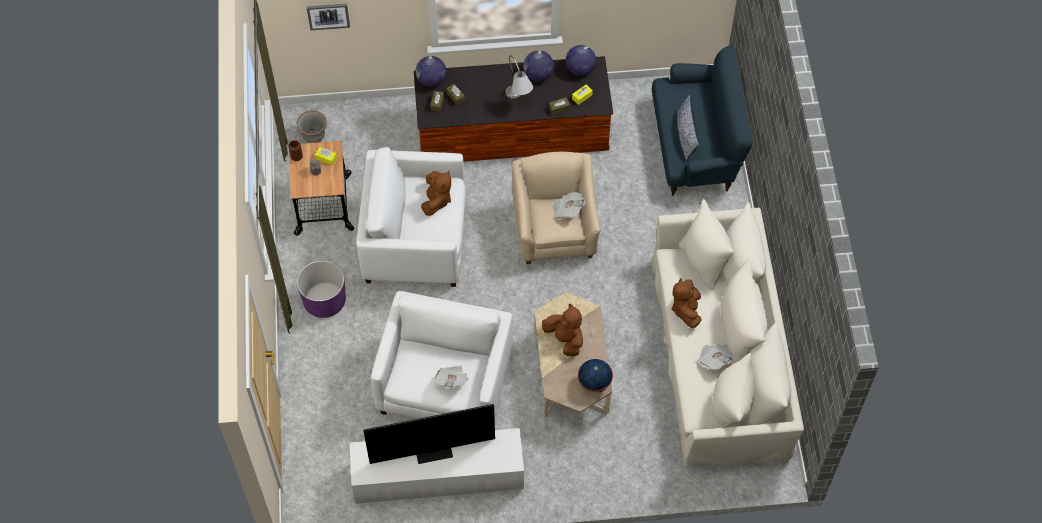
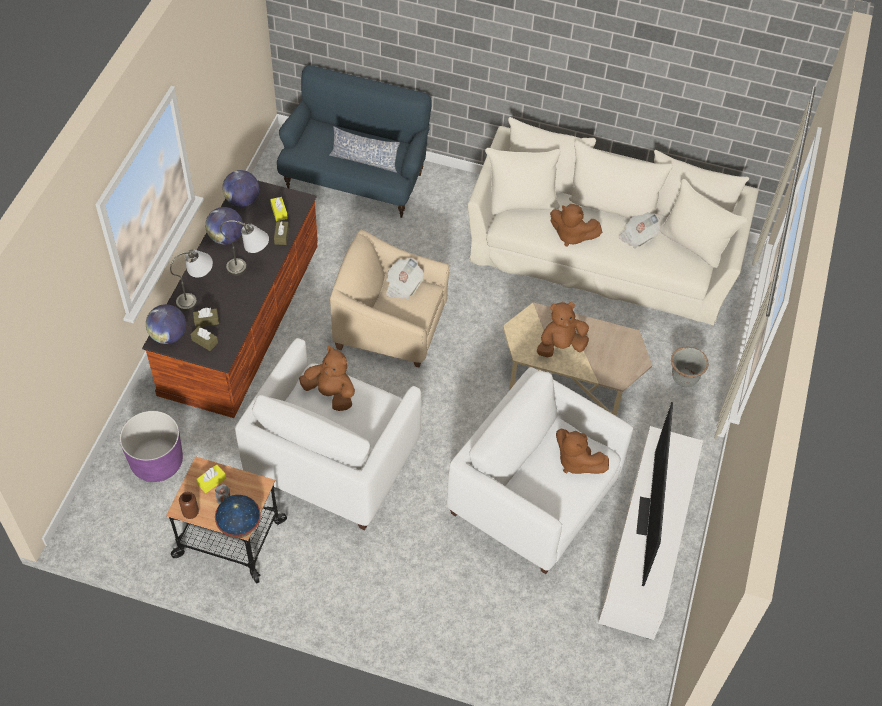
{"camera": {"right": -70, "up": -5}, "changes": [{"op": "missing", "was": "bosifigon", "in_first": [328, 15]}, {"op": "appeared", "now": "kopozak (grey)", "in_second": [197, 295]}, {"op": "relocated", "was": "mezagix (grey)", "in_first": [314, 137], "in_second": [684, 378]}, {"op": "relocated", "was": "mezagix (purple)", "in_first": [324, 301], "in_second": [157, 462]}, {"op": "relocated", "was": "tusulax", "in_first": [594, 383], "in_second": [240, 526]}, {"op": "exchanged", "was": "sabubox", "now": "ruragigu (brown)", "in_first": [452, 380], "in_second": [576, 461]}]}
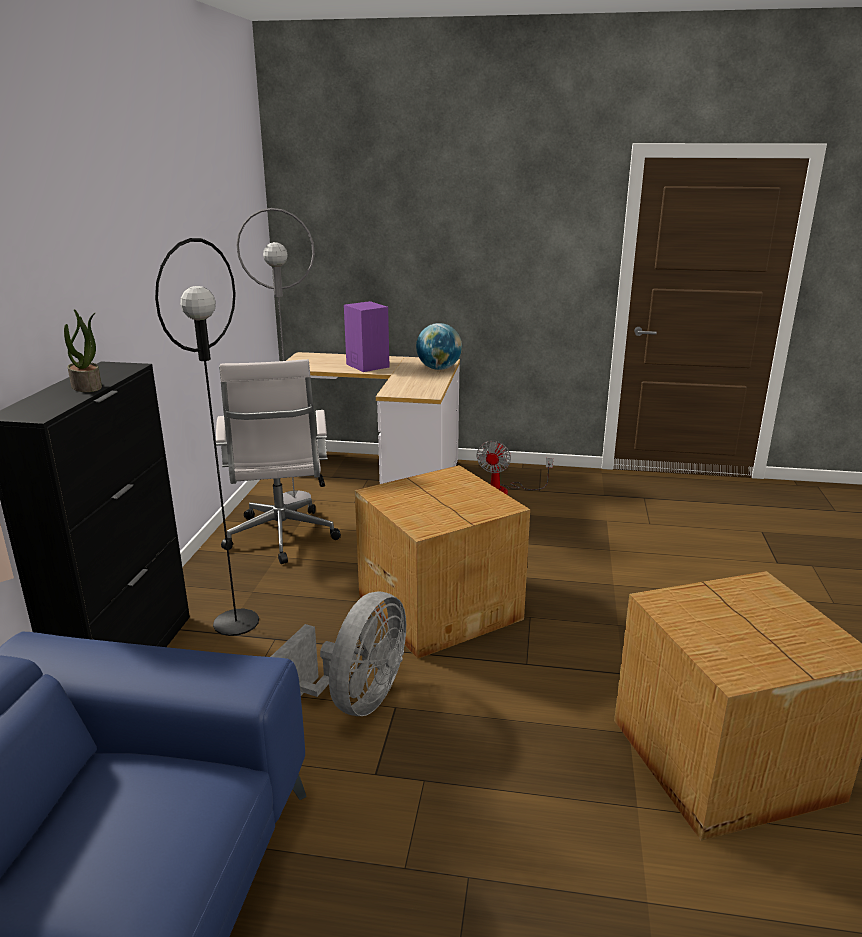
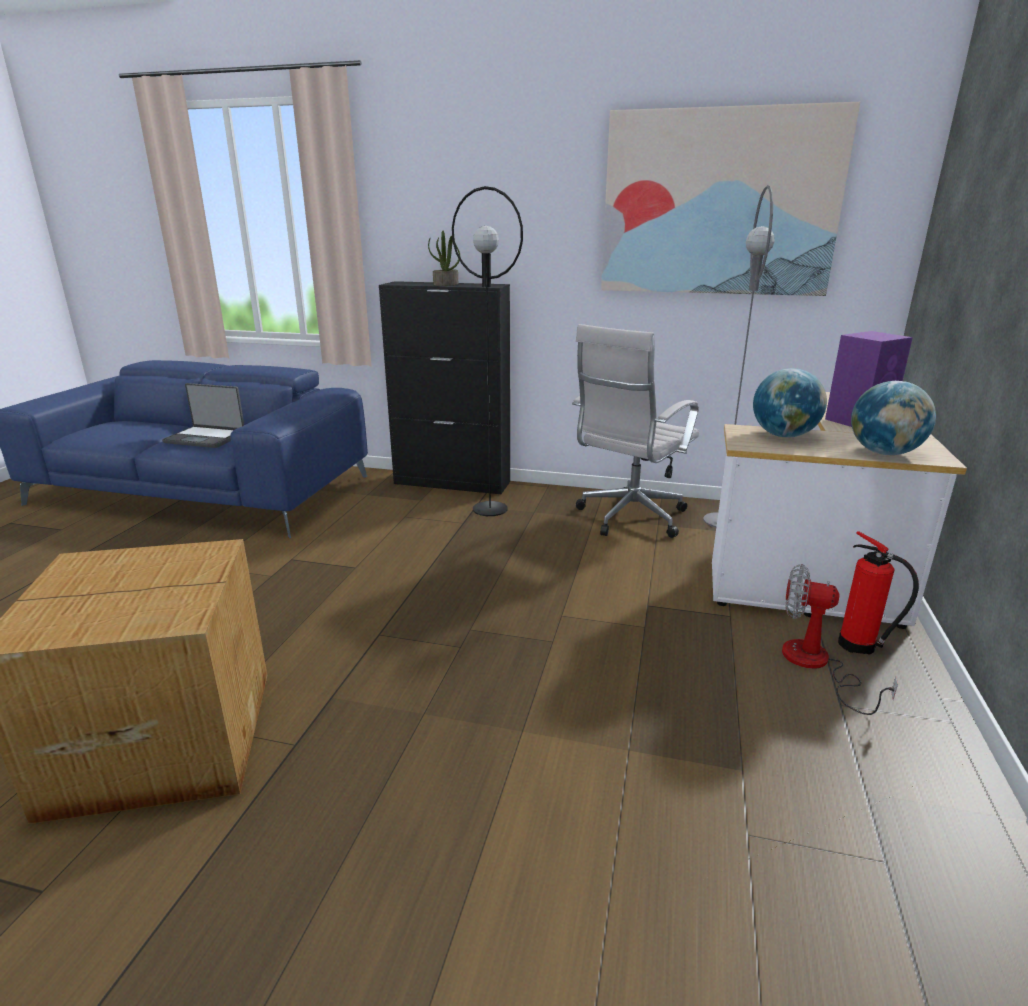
{"camera": {"right": 95, "up": 0}, "changes": [{"op": "missing", "was": "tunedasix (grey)", "in_first": [355, 700]}, {"op": "missing", "was": "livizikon", "in_first": [440, 606]}, {"op": "appeared", "now": "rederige", "in_second": [206, 438]}, {"op": "appeared", "now": "bosifigon", "in_second": [719, 204]}, {"op": "appeared", "now": "tusulax", "in_second": [784, 436]}, {"op": "appeared", "now": "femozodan", "in_second": [860, 646]}, {"op": "spun", "was": "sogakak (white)", "in_first": [281, 539], "in_second": [628, 518], "clockwise": -45}]}
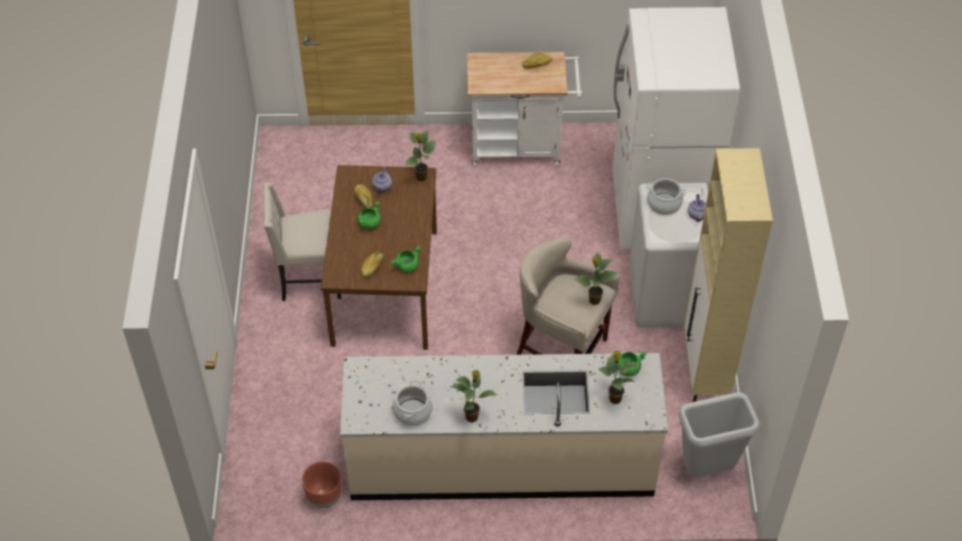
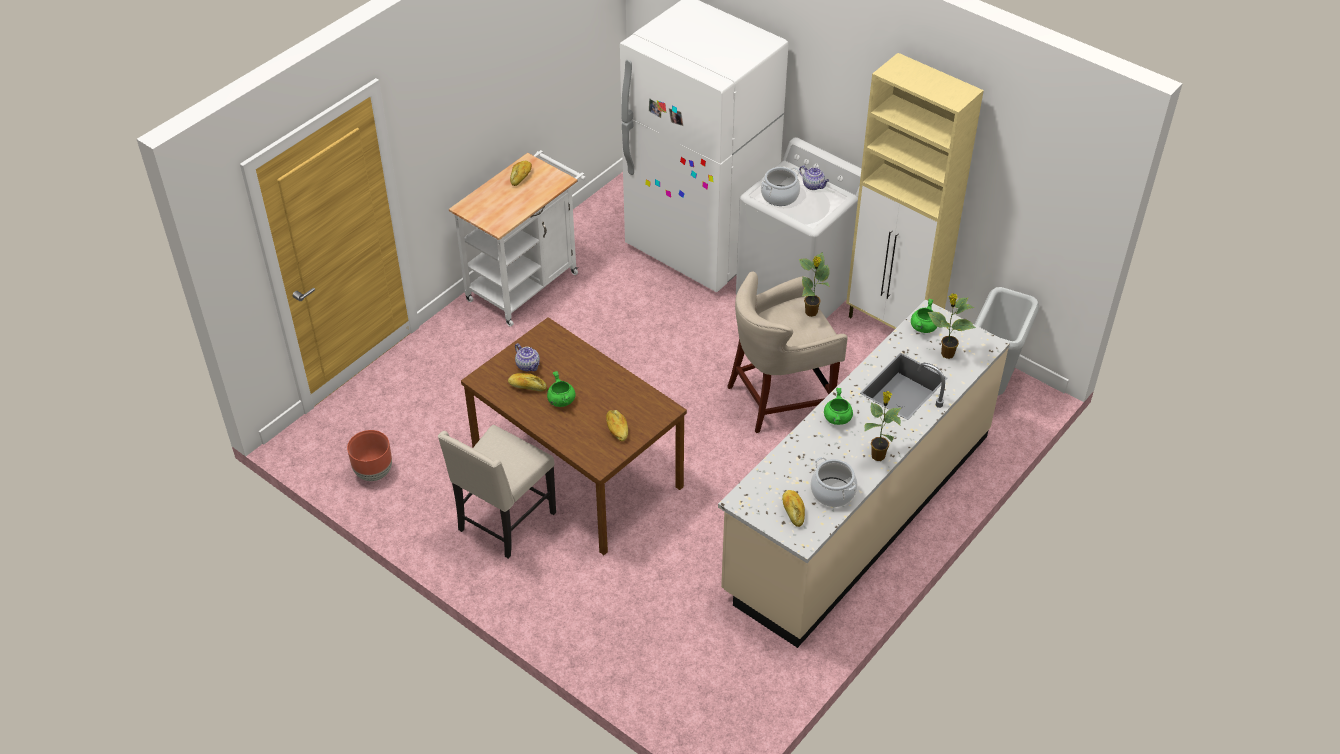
{"camera": {"right": -50, "up": -5}, "changes": [{"op": "missing", "was": "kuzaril", "in_first": [421, 178]}, {"op": "appeared", "now": "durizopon", "in_second": [793, 511]}, {"op": "relocated", "was": "mezagix (brown)", "in_first": [324, 497], "in_second": [373, 473]}, {"op": "relocated", "was": "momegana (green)", "in_first": [407, 267], "in_second": [838, 419]}]}
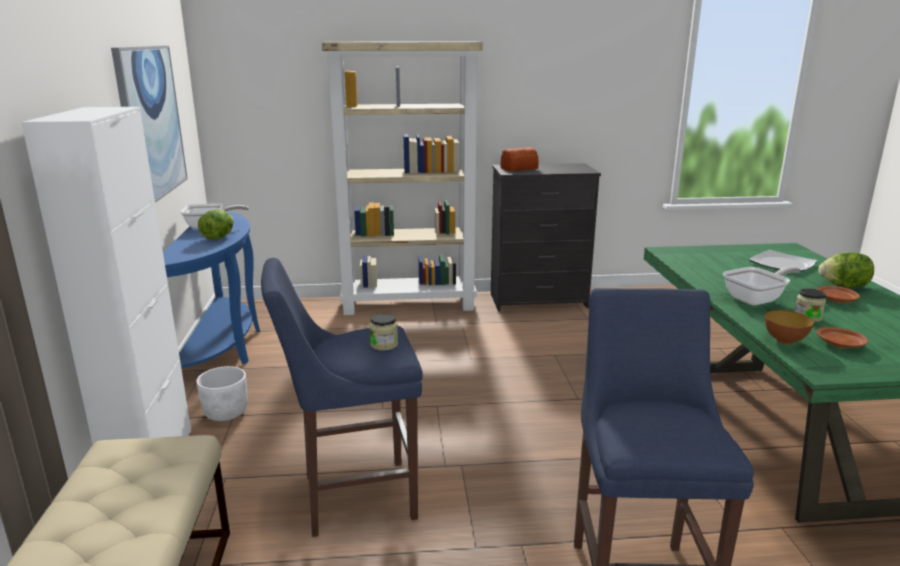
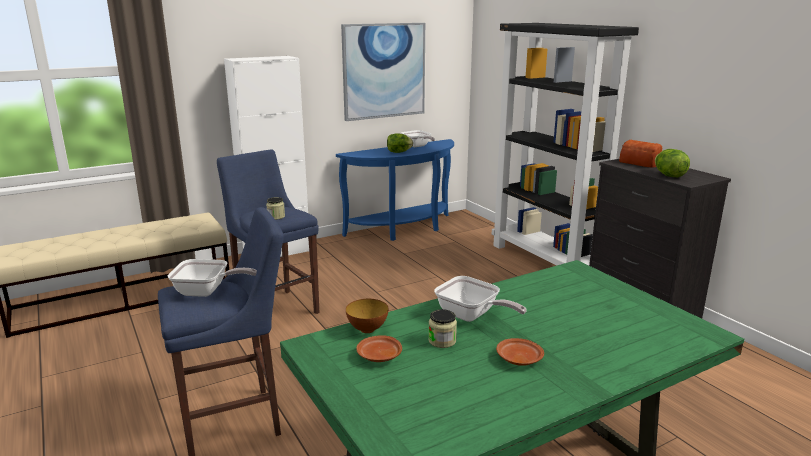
{"camera": {"right": 65, "up": 0}, "changes": [{"op": "missing", "was": "mezagix (white)", "in_first": [226, 412]}, {"op": "missing", "was": "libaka", "in_first": [781, 264]}, {"op": "appeared", "now": "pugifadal", "in_second": [207, 292]}, {"op": "relocated", "was": "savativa", "in_first": [843, 286], "in_second": [669, 175]}, {"op": "colour", "was": "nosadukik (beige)", "now": "nosadukik (black)", "in_first": [409, 304], "in_second": [545, 261]}]}
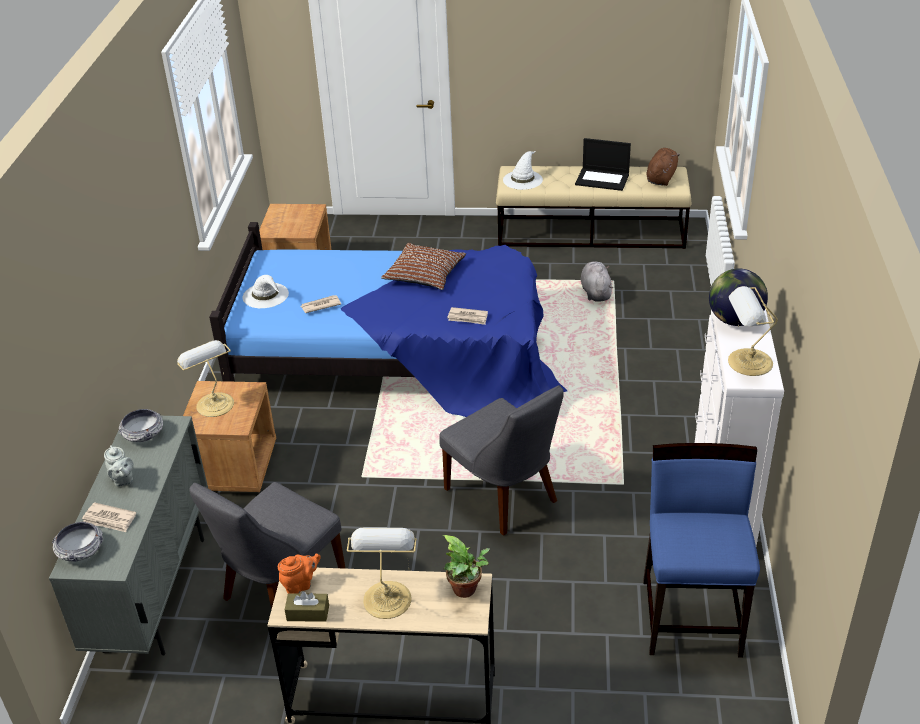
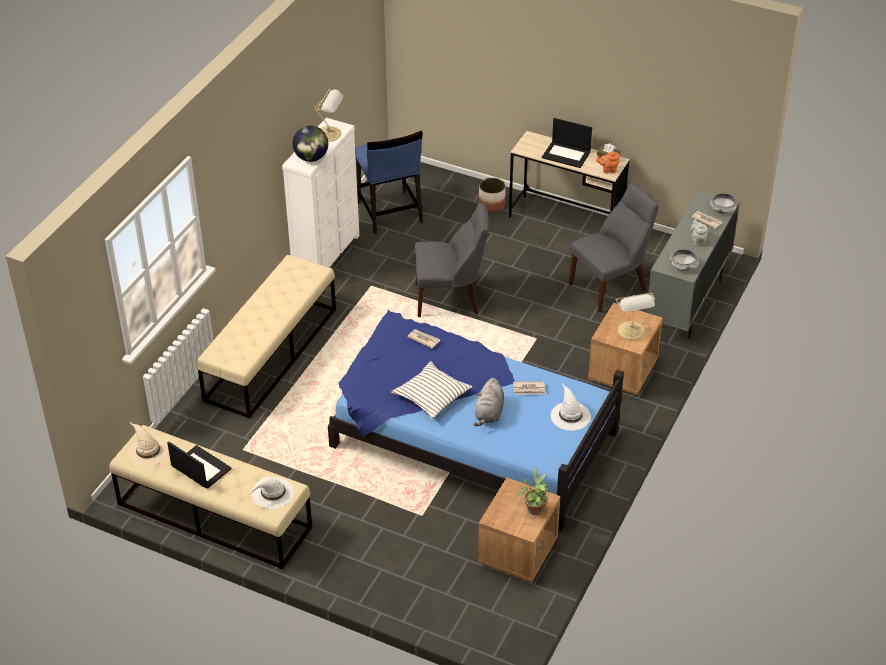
{"camera": {"right": -160, "up": 5}, "changes": [{"op": "appeared", "now": "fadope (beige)", "in_second": [271, 354]}, {"op": "appeared", "now": "mezagix", "in_second": [492, 204]}, {"op": "relocated", "was": "kuzaril", "in_first": [467, 591], "in_second": [534, 508]}, {"op": "relocated", "was": "ruragigu (grey)", "in_first": [595, 292], "in_second": [489, 413]}, {"op": "exchanged", "was": "kopozak", "now": "rederige", "in_first": [387, 597], "in_second": [567, 154]}, {"op": "exchanged", "was": "ruragigu (brown)", "now": "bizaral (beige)", "in_first": [661, 178], "in_second": [147, 451]}, {"op": "colour", "was": "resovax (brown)", "now": "resovax (white)", "in_first": [425, 274], "in_second": [431, 395]}, {"op": "spun", "was": "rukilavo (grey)", "in_first": [504, 497], "in_second": [450, 299], "clockwise": 105}, {"op": "spun", "was": "rukilavo (blue)", "in_first": [692, 616], "in_second": [389, 212], "clockwise": -45}]}
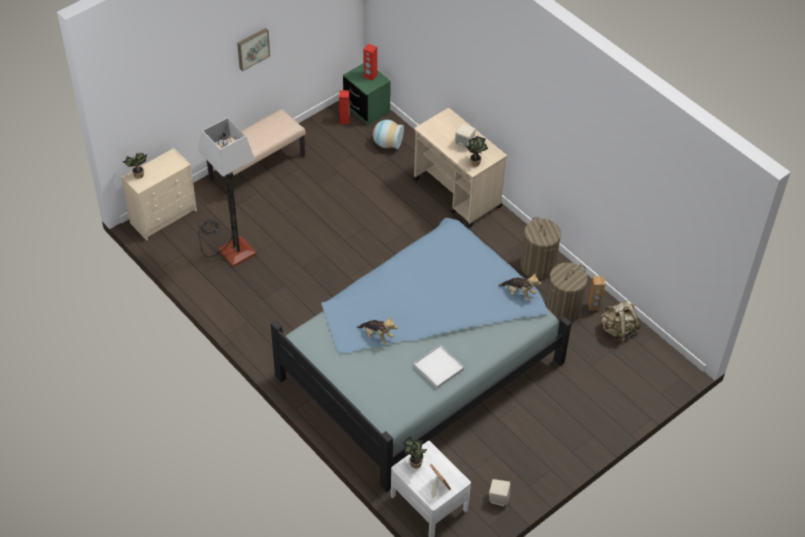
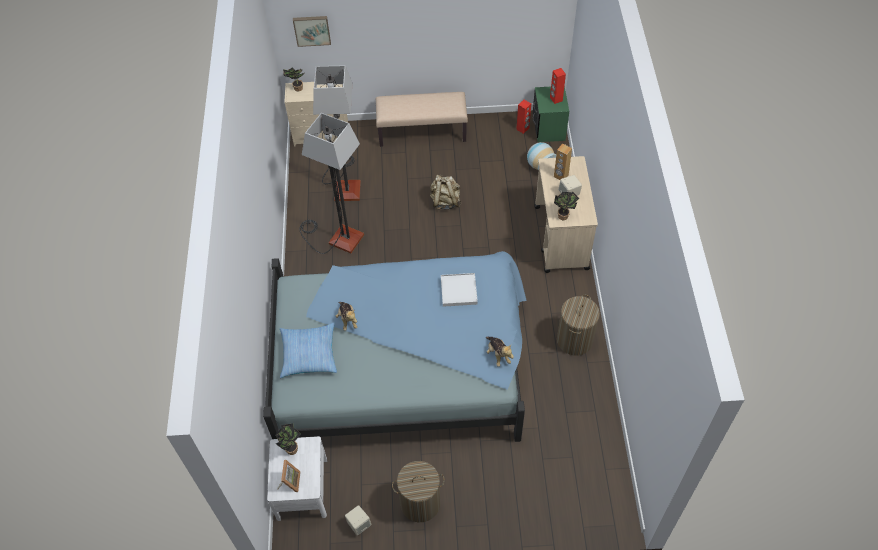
{"camera": {"right": 40, "up": 5}, "changes": [{"op": "appeared", "now": "resovax", "in_second": [308, 354]}, {"op": "appeared", "now": "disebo", "in_second": [337, 238]}, {"op": "relocated", "was": "bosifigon", "in_first": [252, 48], "in_second": [312, 30]}, {"op": "relocated", "was": "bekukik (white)", "in_first": [438, 368], "in_second": [459, 291]}, {"op": "relocated", "was": "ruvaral", "in_first": [563, 310], "in_second": [420, 503]}, {"op": "relocated", "was": "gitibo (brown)", "in_first": [594, 306], "in_second": [560, 176]}, {"op": "relocated", "was": "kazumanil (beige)", "in_first": [617, 330], "in_second": [445, 201]}]}
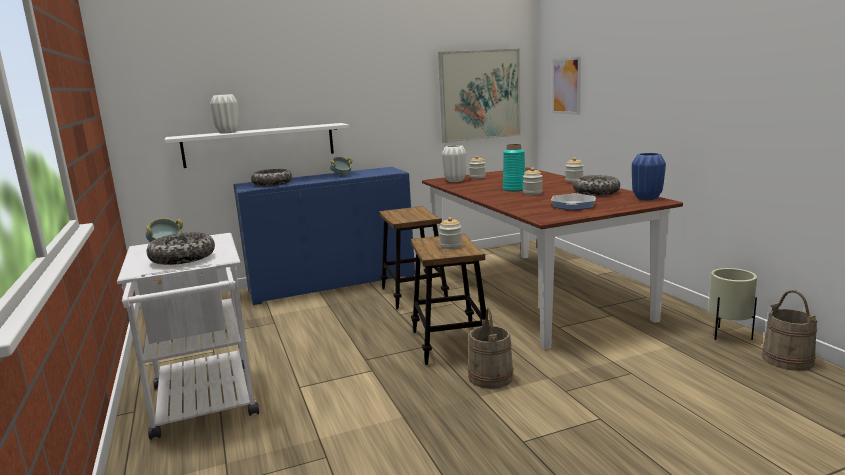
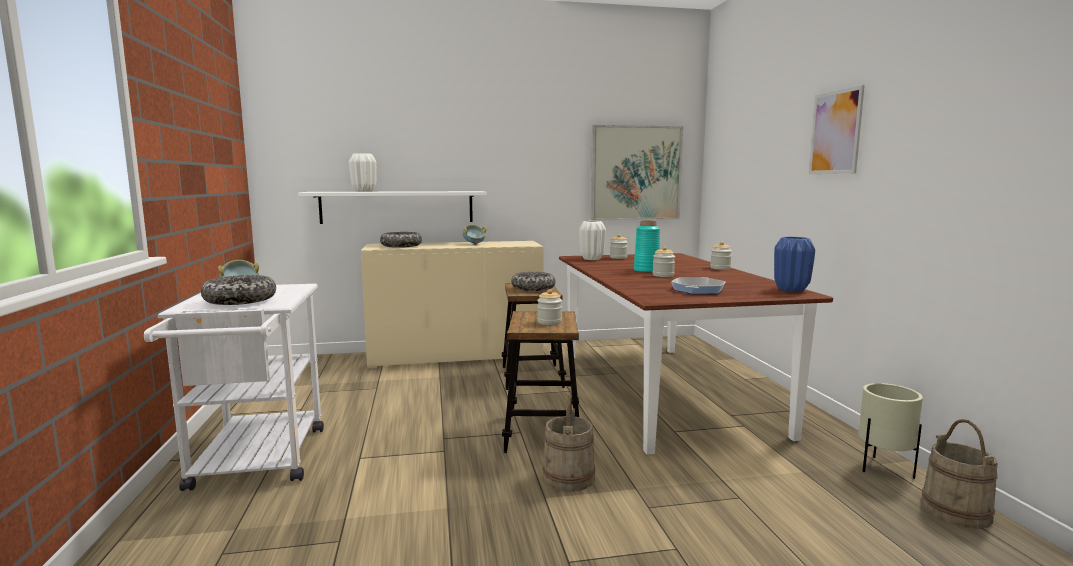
{"camera": {"right": 10, "up": -5}, "changes": [{"op": "relocated", "was": "bosifigon", "in_first": [566, 86], "in_second": [835, 132]}, {"op": "relocated", "was": "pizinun", "in_first": [596, 192], "in_second": [533, 288]}, {"op": "colour", "was": "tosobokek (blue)", "now": "tosobokek (beige)", "in_first": [332, 283], "in_second": [456, 355]}]}
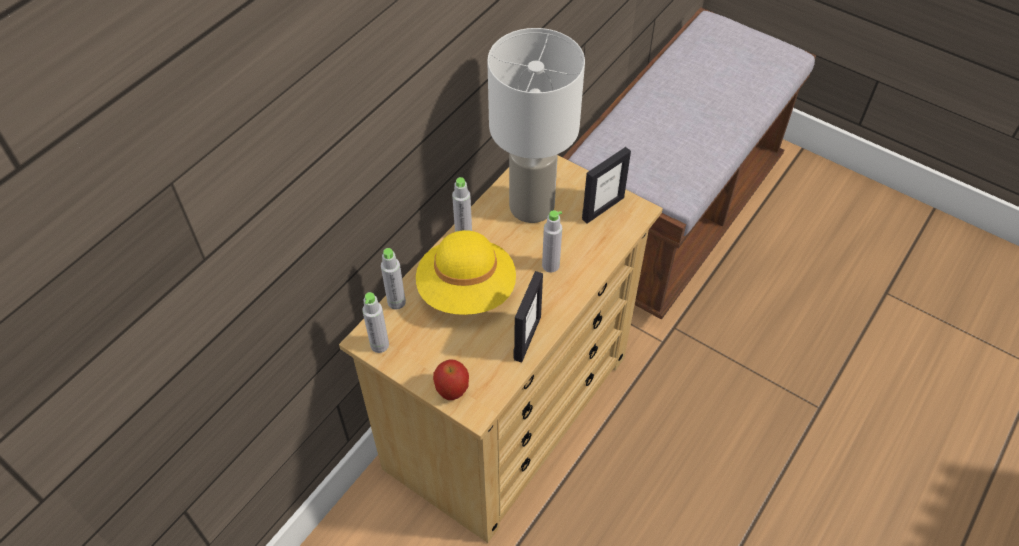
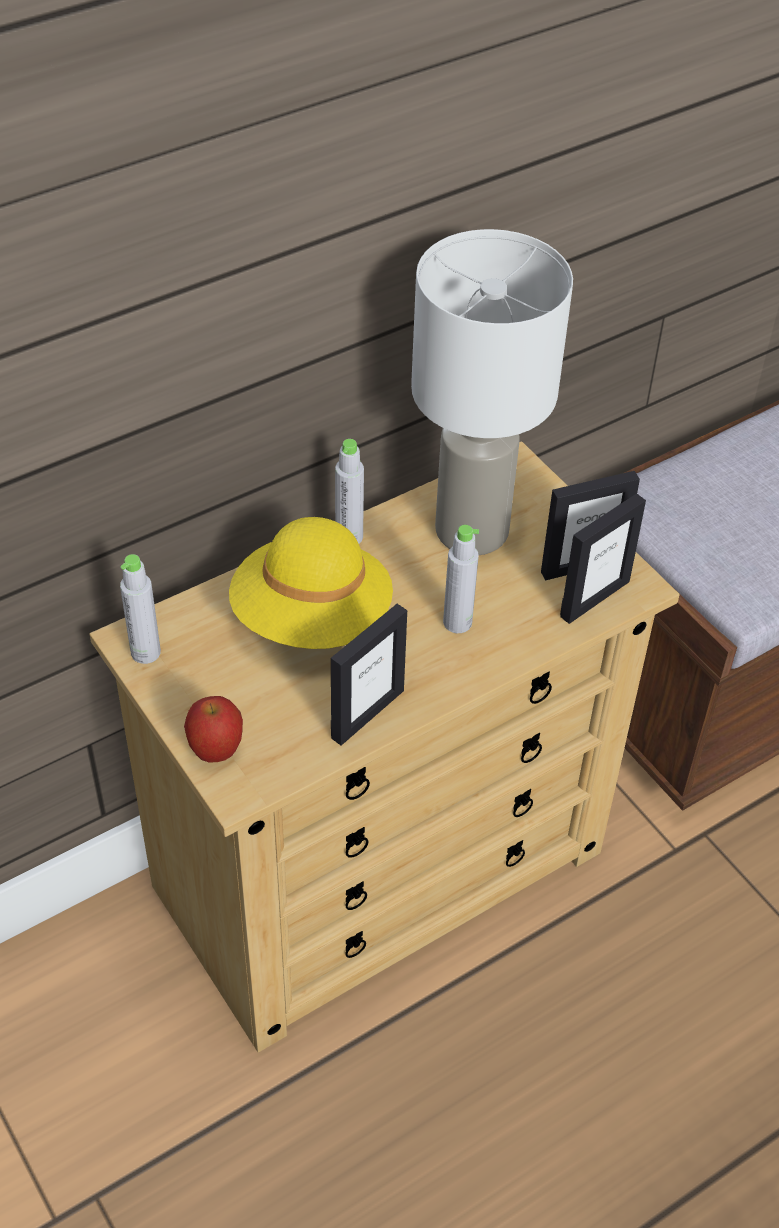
{"camera": {"right": 20, "up": -5}, "changes": [{"op": "missing", "was": "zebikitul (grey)", "in_first": [396, 302]}, {"op": "appeared", "now": "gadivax", "in_second": [594, 598]}]}
